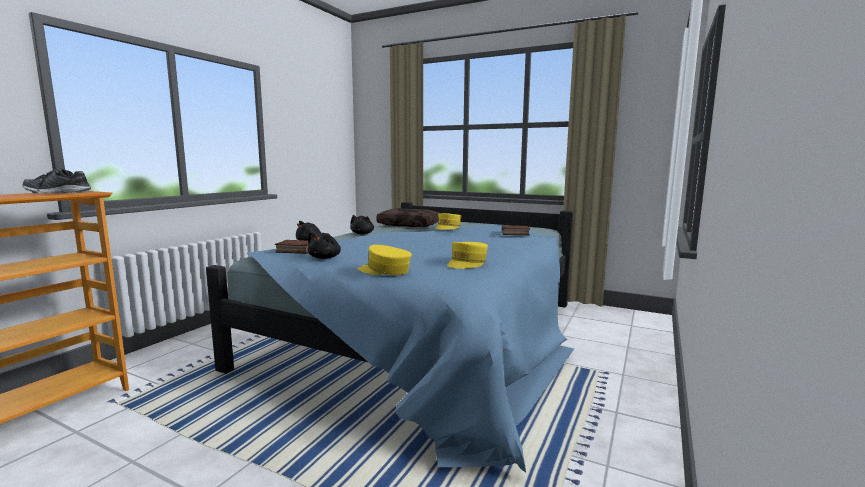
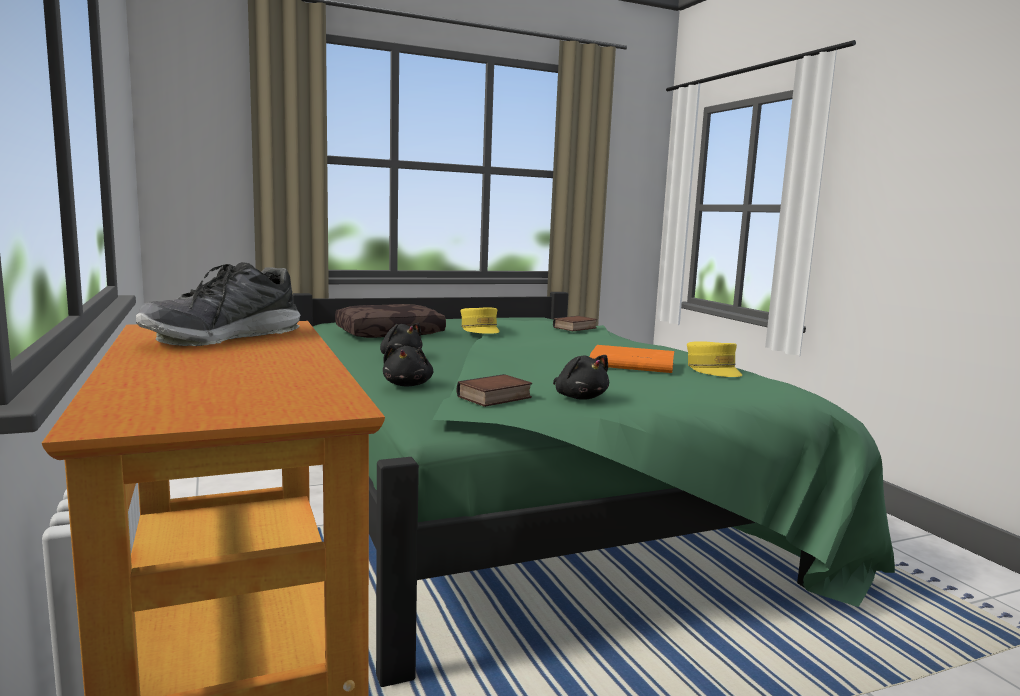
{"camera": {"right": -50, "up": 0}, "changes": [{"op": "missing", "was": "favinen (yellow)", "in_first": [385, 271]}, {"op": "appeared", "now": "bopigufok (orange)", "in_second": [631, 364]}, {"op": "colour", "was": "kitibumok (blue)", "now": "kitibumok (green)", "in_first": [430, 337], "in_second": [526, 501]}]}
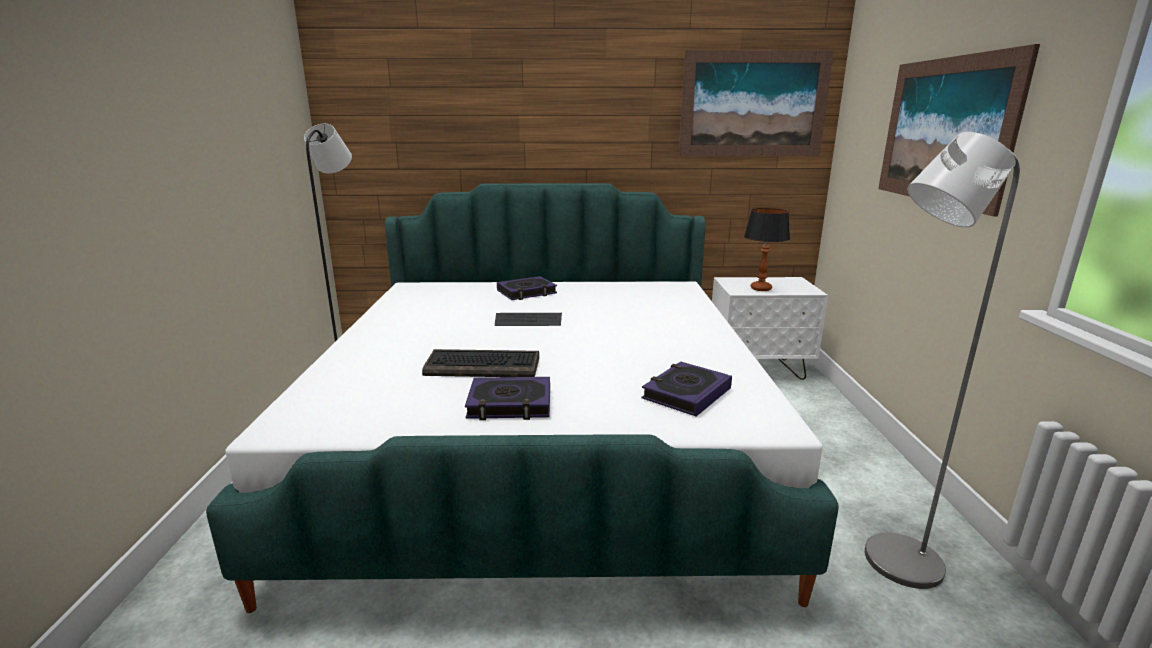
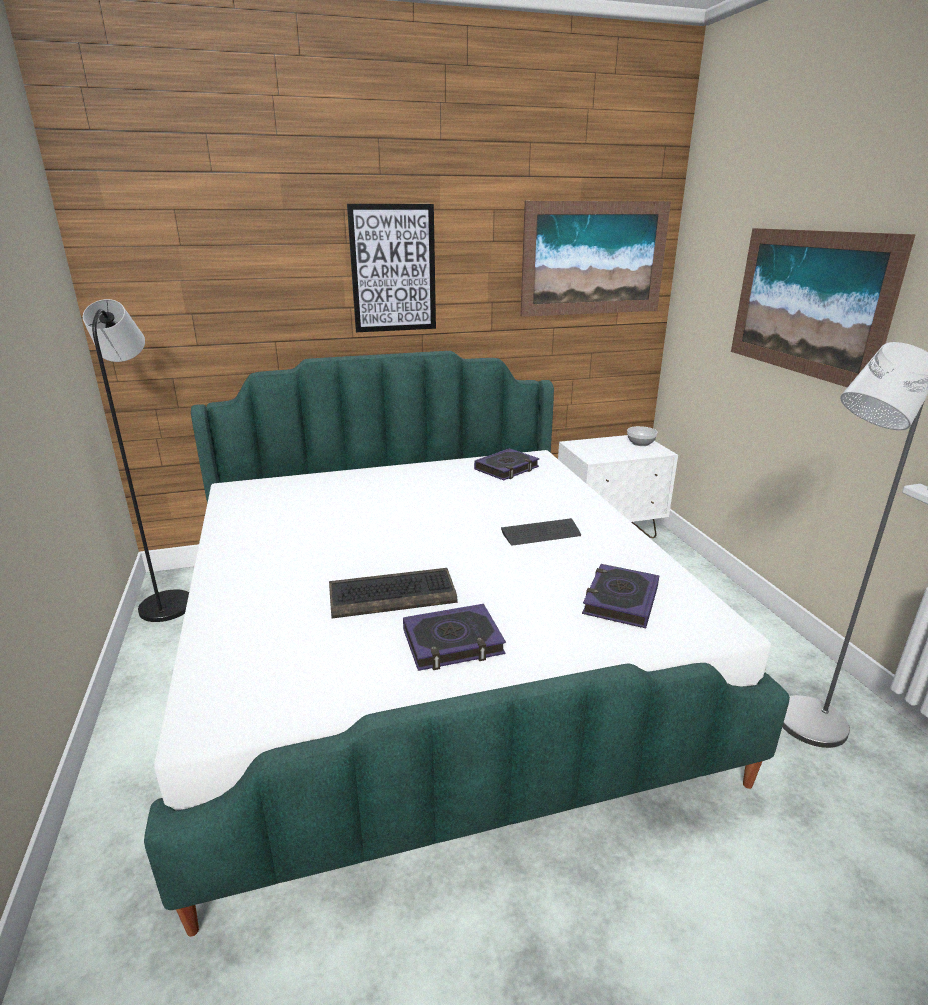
{"camera": {"right": -15, "up": 5}, "changes": [{"op": "missing", "was": "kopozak", "in_first": [761, 289]}, {"op": "appeared", "now": "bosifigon", "in_second": [393, 269]}, {"op": "appeared", "now": "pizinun", "in_second": [640, 443]}, {"op": "relocated", "was": "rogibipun", "in_first": [528, 321], "in_second": [541, 533]}, {"op": "relocated", "was": "bopigufok", "in_first": [526, 292], "in_second": [507, 468]}]}
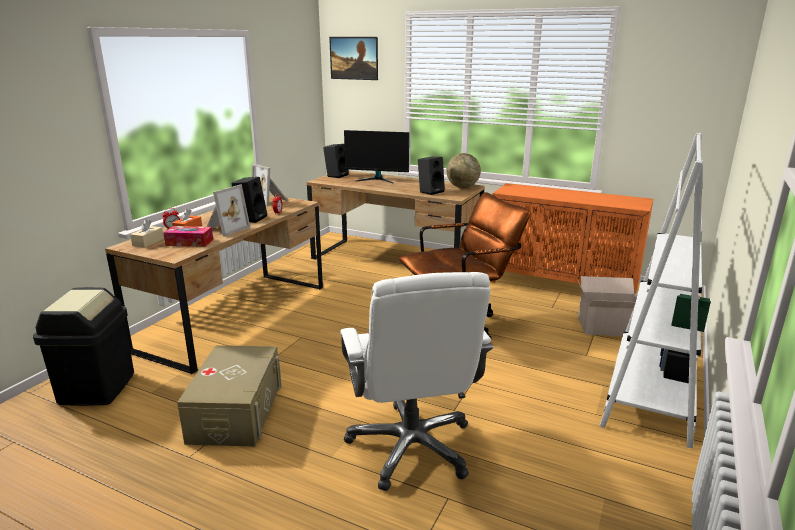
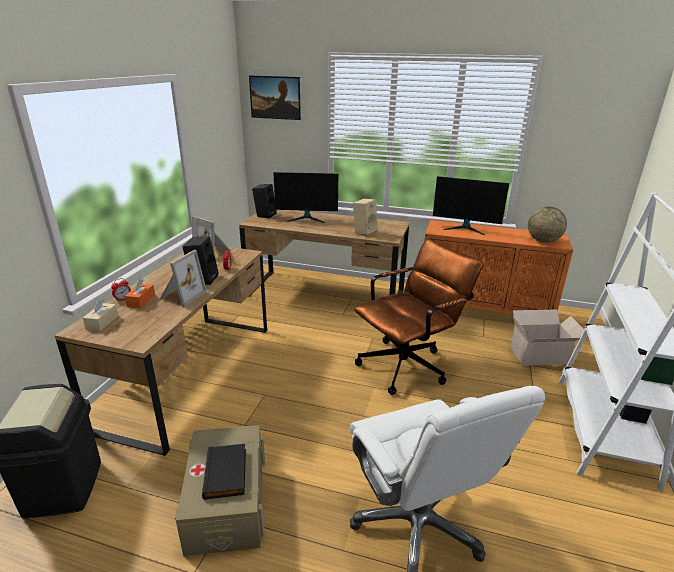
{"camera": {"right": -10, "up": 5}, "changes": [{"op": "missing", "was": "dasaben", "in_first": [189, 242]}, {"op": "appeared", "now": "bopigufok (black)", "in_second": [227, 473]}, {"op": "appeared", "now": "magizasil", "in_second": [465, 228]}, {"op": "relocated", "was": "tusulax", "in_first": [462, 187], "in_second": [543, 241]}, {"op": "colour", "was": "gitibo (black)", "now": "gitibo (beige)", "in_first": [430, 191], "in_second": [364, 232]}]}
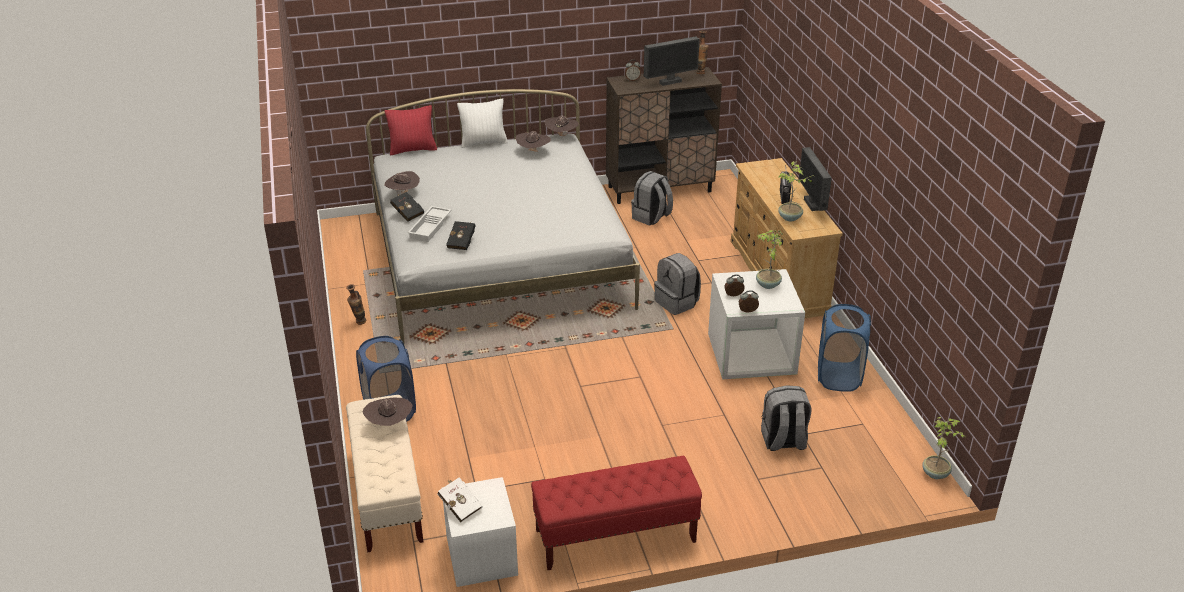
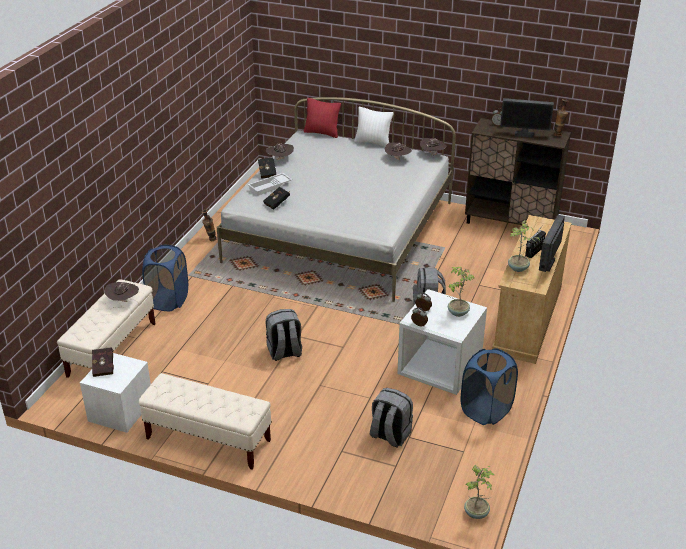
{"camera": {"right": 35, "up": 0}, "changes": [{"op": "relocated", "was": "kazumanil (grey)", "in_first": [651, 217], "in_second": [284, 352]}, {"op": "colour", "was": "bopigufok (white)", "now": "bopigufok (red)", "in_first": [459, 506], "in_second": [104, 367]}, {"op": "colour", "was": "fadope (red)", "now": "fadope (beige)", "in_first": [615, 536], "in_second": [208, 440]}]}
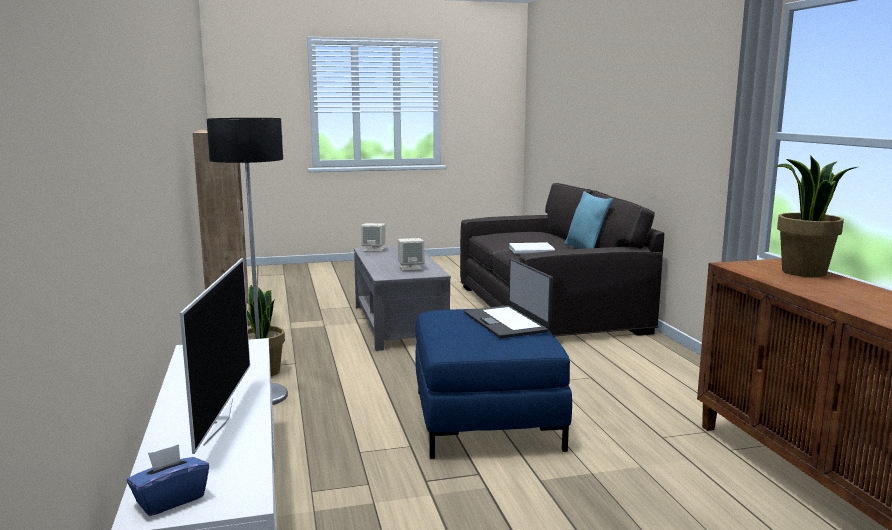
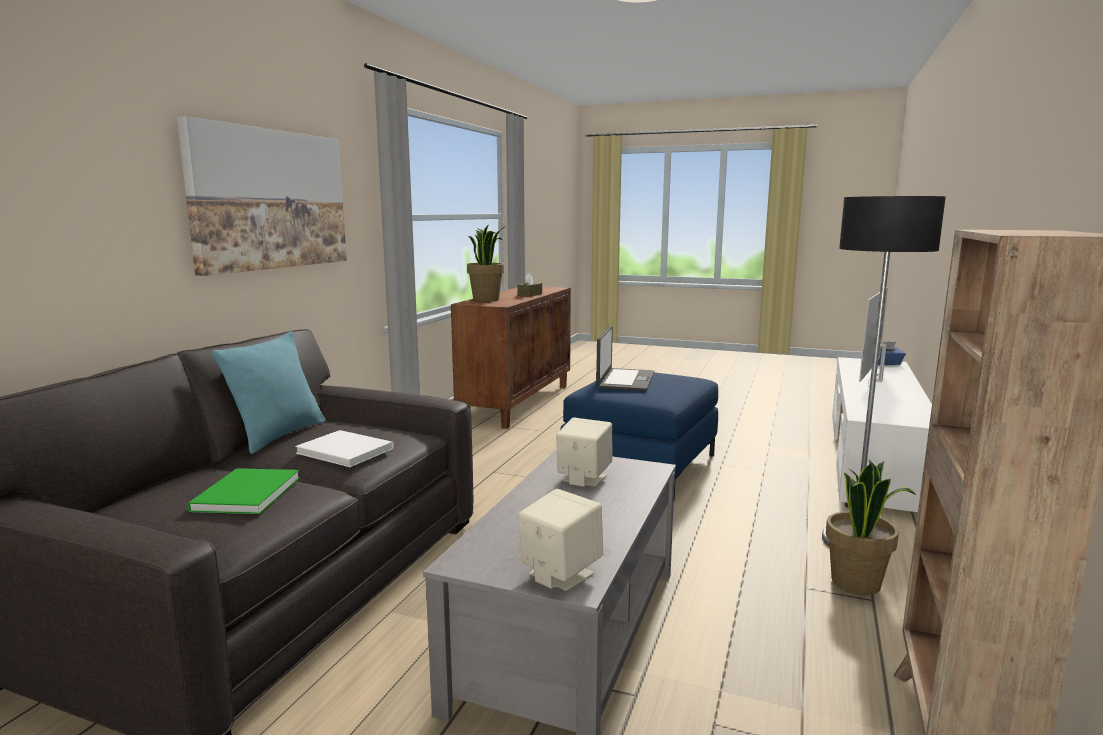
{"camera": {"right": -145, "up": 0}, "changes": [{"op": "appeared", "now": "bosifigon", "in_second": [270, 199]}, {"op": "appeared", "now": "bopigufok (green)", "in_second": [243, 495]}, {"op": "appeared", "now": "dasaben (brown)", "in_second": [530, 295]}]}
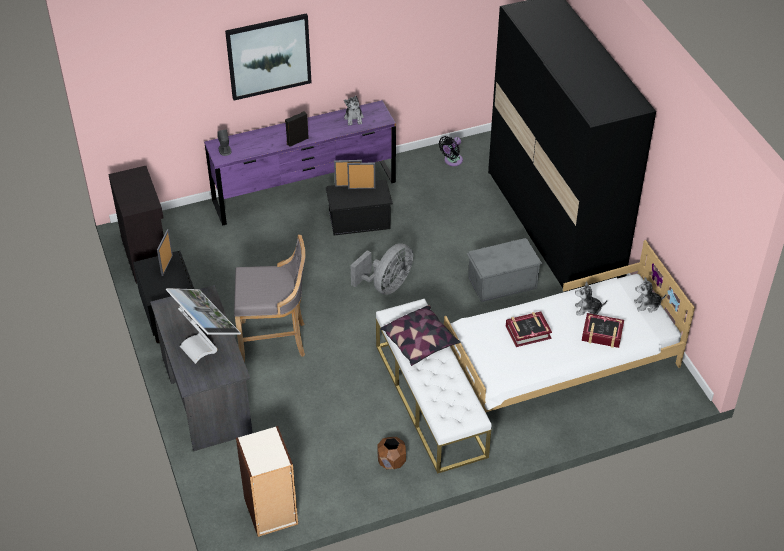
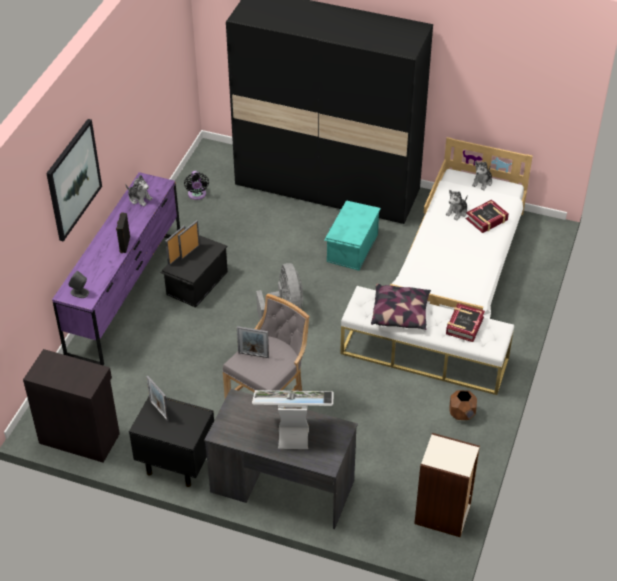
{"camera": {"right": -50, "up": 0}, "changes": [{"op": "appeared", "now": "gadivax", "in_second": [253, 355]}, {"op": "relocated", "was": "bopigufok", "in_first": [528, 332], "in_second": [464, 325]}, {"op": "colour", "was": "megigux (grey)", "now": "megigux (turquoise)", "in_first": [501, 282], "in_second": [351, 248]}]}
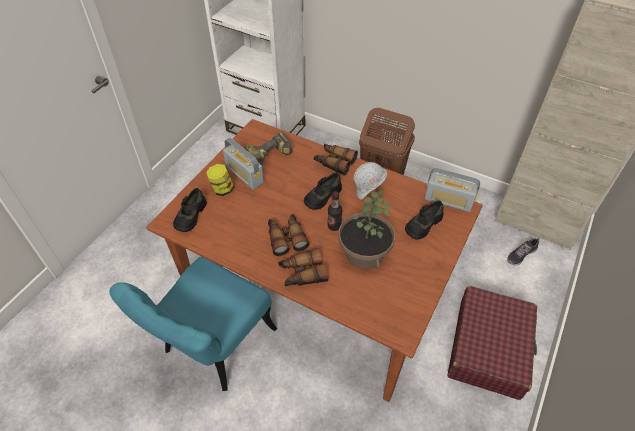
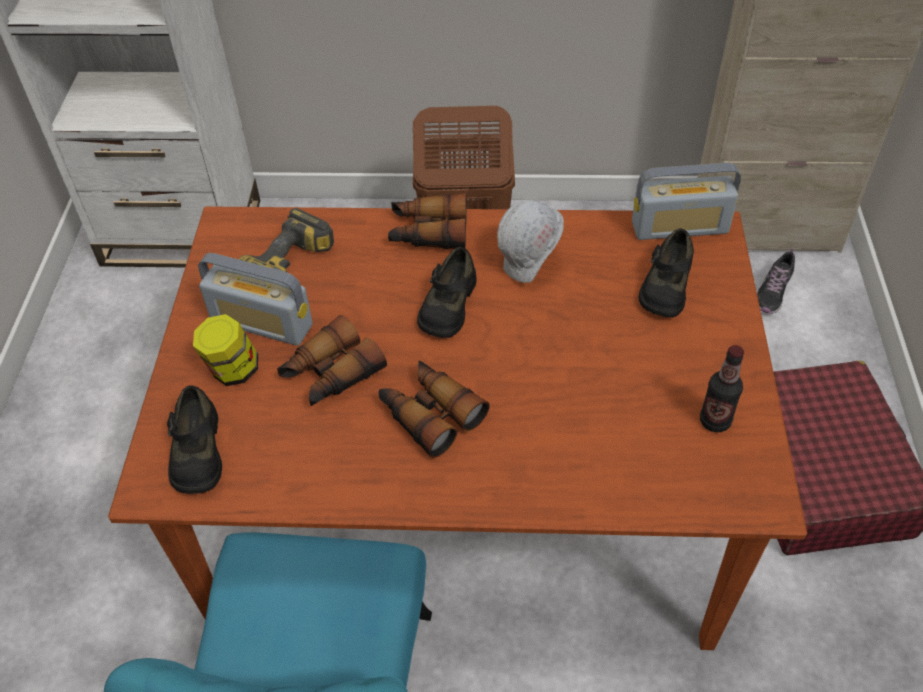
{"camera": {"right": -25, "up": 0}, "changes": [{"op": "missing", "was": "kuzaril", "in_first": [363, 253]}, {"op": "relocated", "was": "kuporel", "in_first": [302, 273], "in_second": [330, 374]}, {"op": "relocated", "was": "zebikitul", "in_first": [334, 226], "in_second": [715, 421]}]}
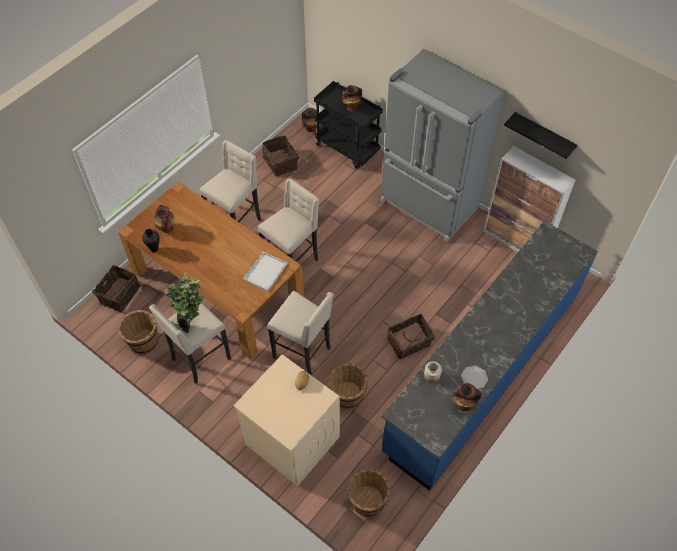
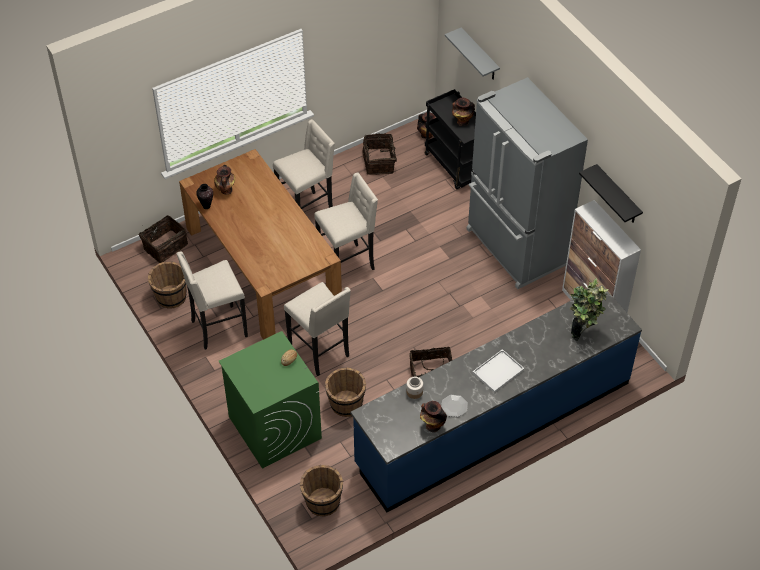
{"camera": {"right": 20, "up": -5}, "changes": [{"op": "appeared", "now": "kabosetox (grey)", "in_second": [479, 55]}, {"op": "relocated", "was": "kuzaril", "in_first": [191, 320], "in_second": [583, 331]}, {"op": "relocated", "was": "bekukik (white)", "in_first": [265, 271], "in_second": [498, 370]}, {"op": "colour", "was": "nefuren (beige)", "now": "nefuren (green)", "in_first": [291, 440], "in_second": [274, 427]}]}
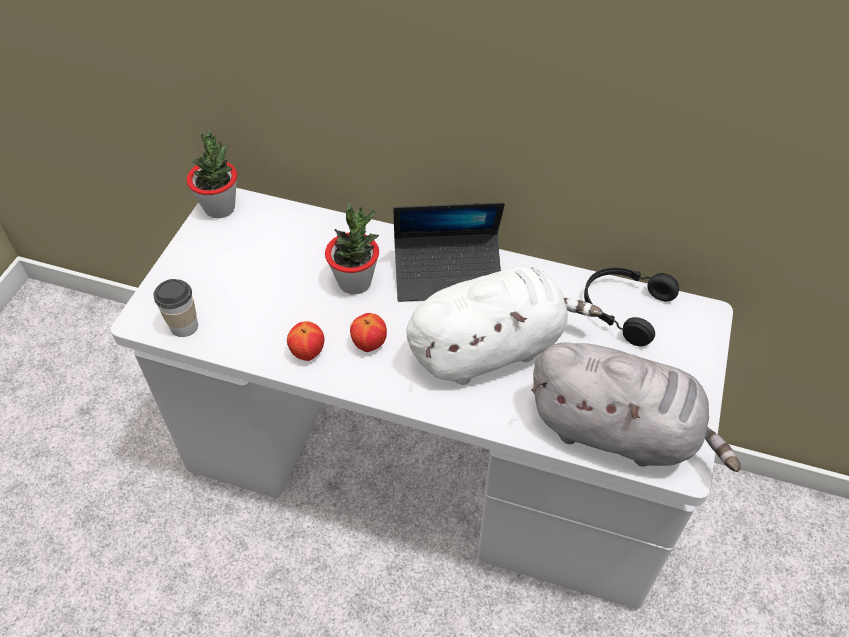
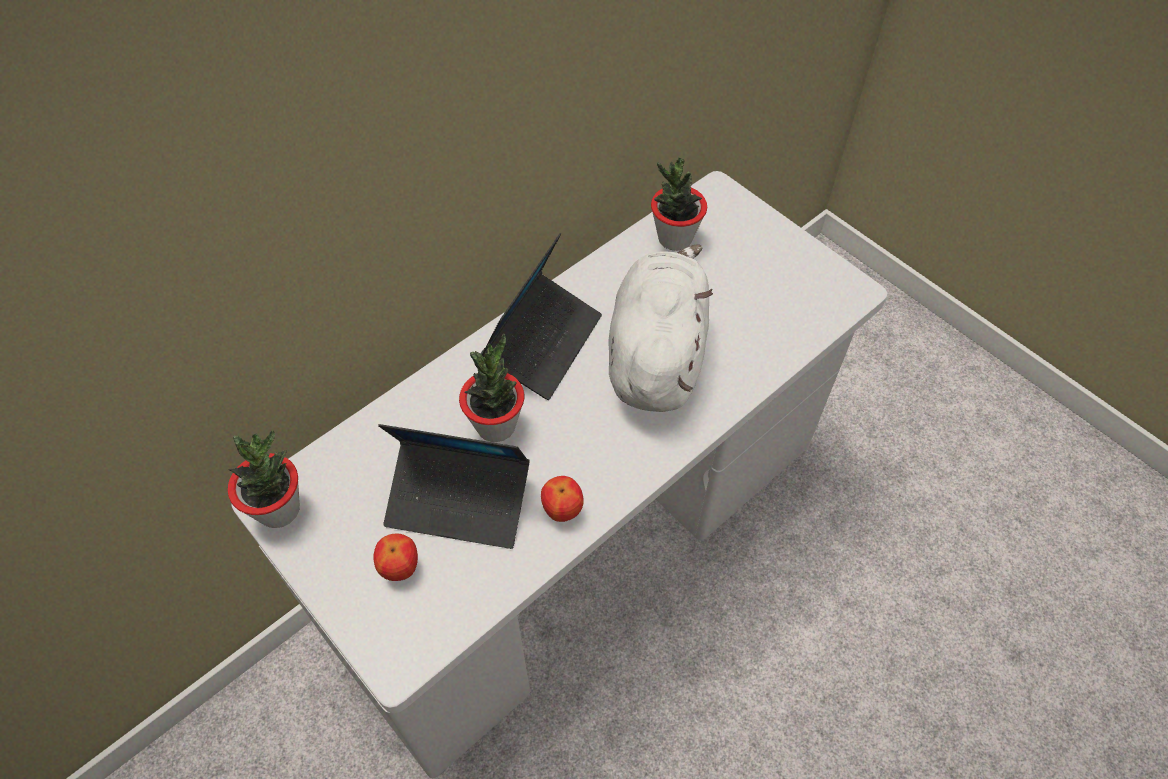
{"camera": {"right": -60, "up": 5}, "changes": [{"op": "missing", "was": "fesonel", "in_first": [184, 326]}, {"op": "missing", "was": "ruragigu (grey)", "in_first": [619, 431]}, {"op": "appeared", "now": "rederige", "in_second": [459, 500]}, {"op": "relocated", "was": "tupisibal", "in_first": [369, 345], "in_second": [400, 567]}, {"op": "exchanged", "was": "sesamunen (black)", "now": "kuzaril", "in_first": [623, 308], "in_second": [674, 238]}]}
